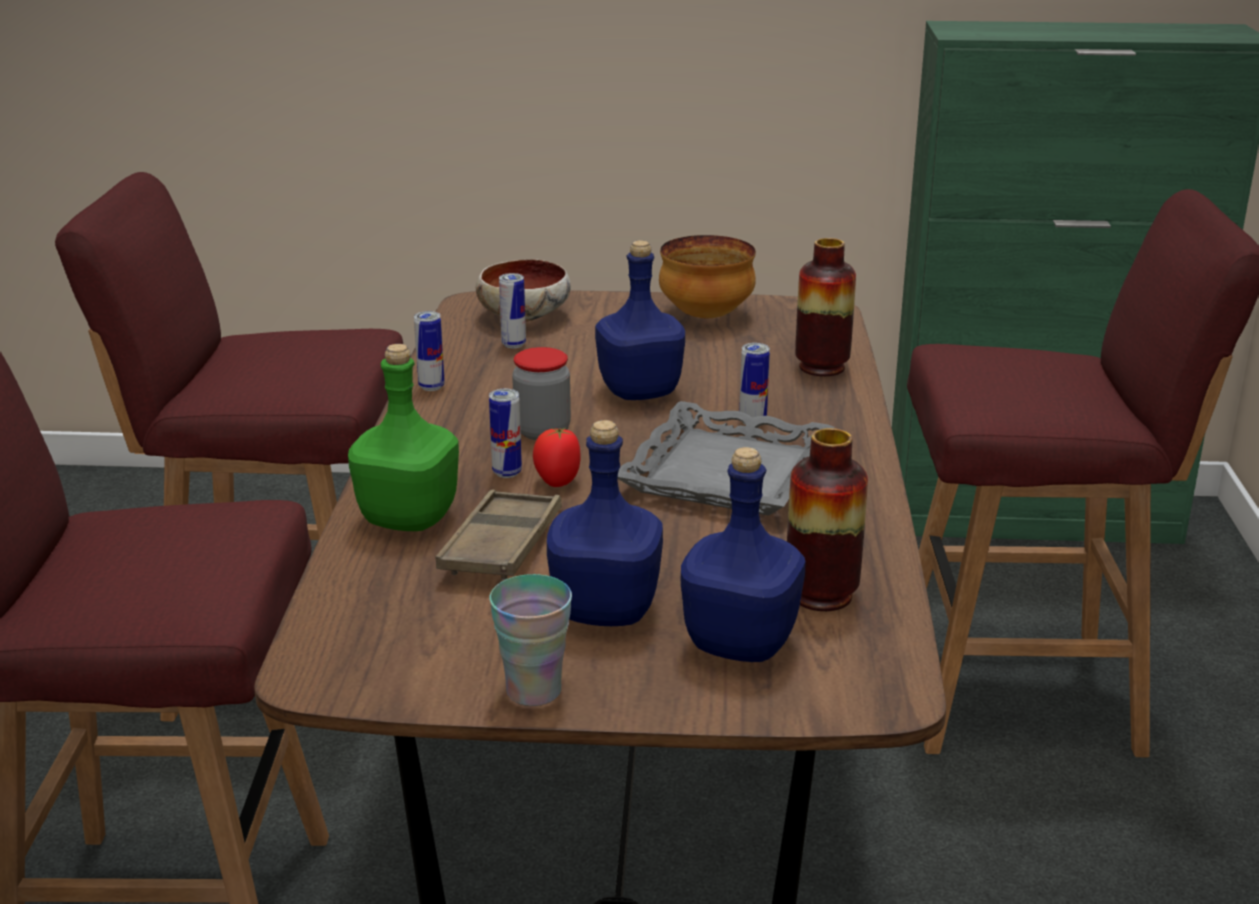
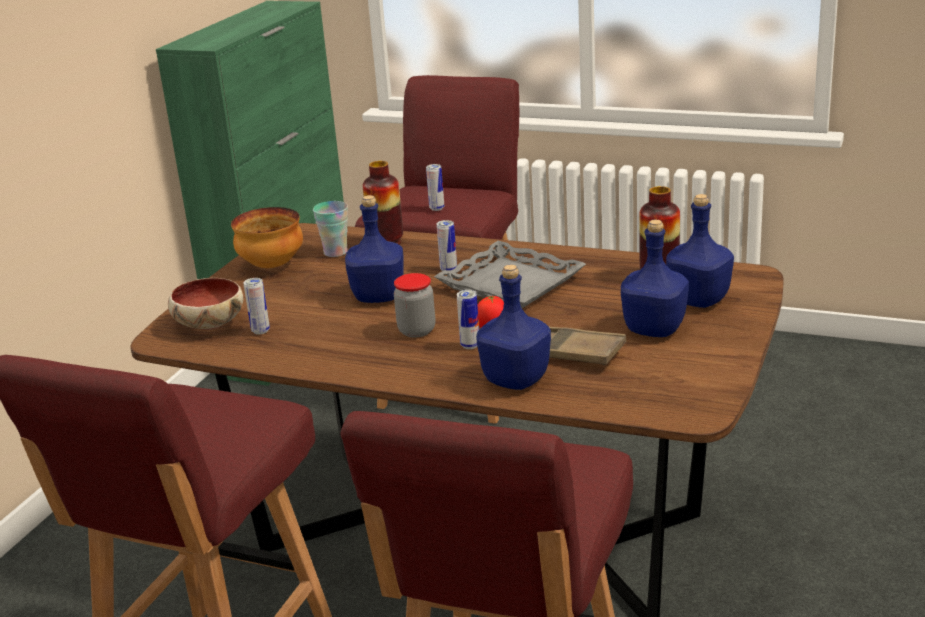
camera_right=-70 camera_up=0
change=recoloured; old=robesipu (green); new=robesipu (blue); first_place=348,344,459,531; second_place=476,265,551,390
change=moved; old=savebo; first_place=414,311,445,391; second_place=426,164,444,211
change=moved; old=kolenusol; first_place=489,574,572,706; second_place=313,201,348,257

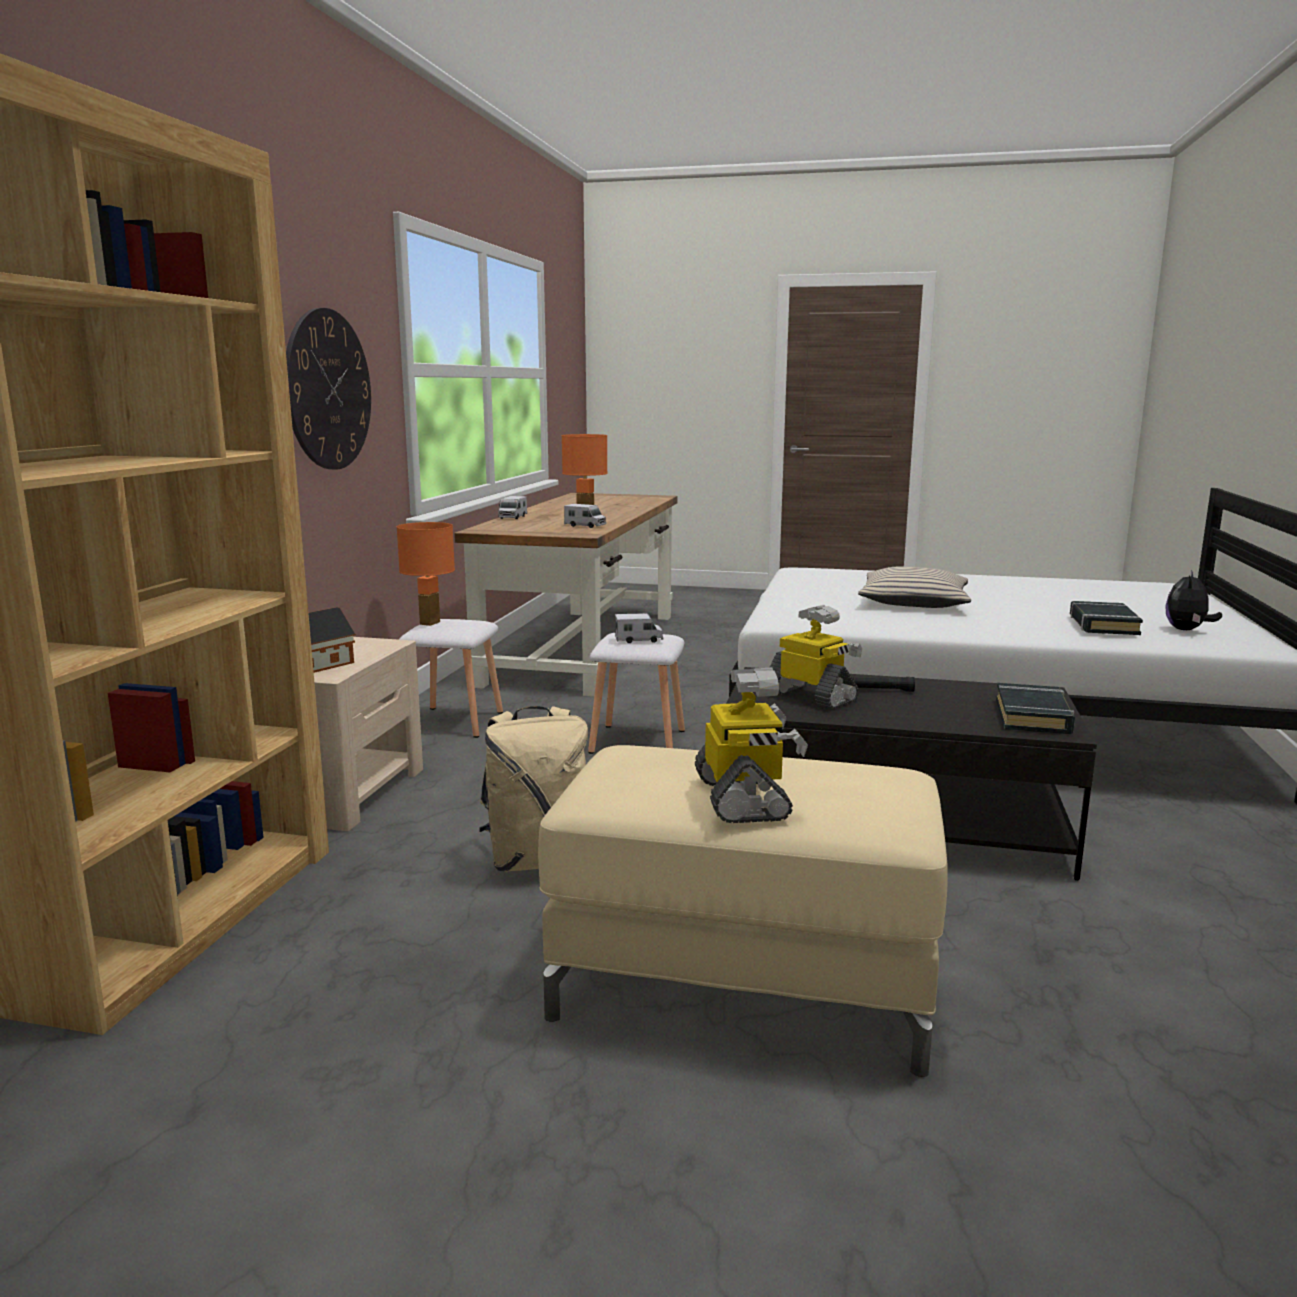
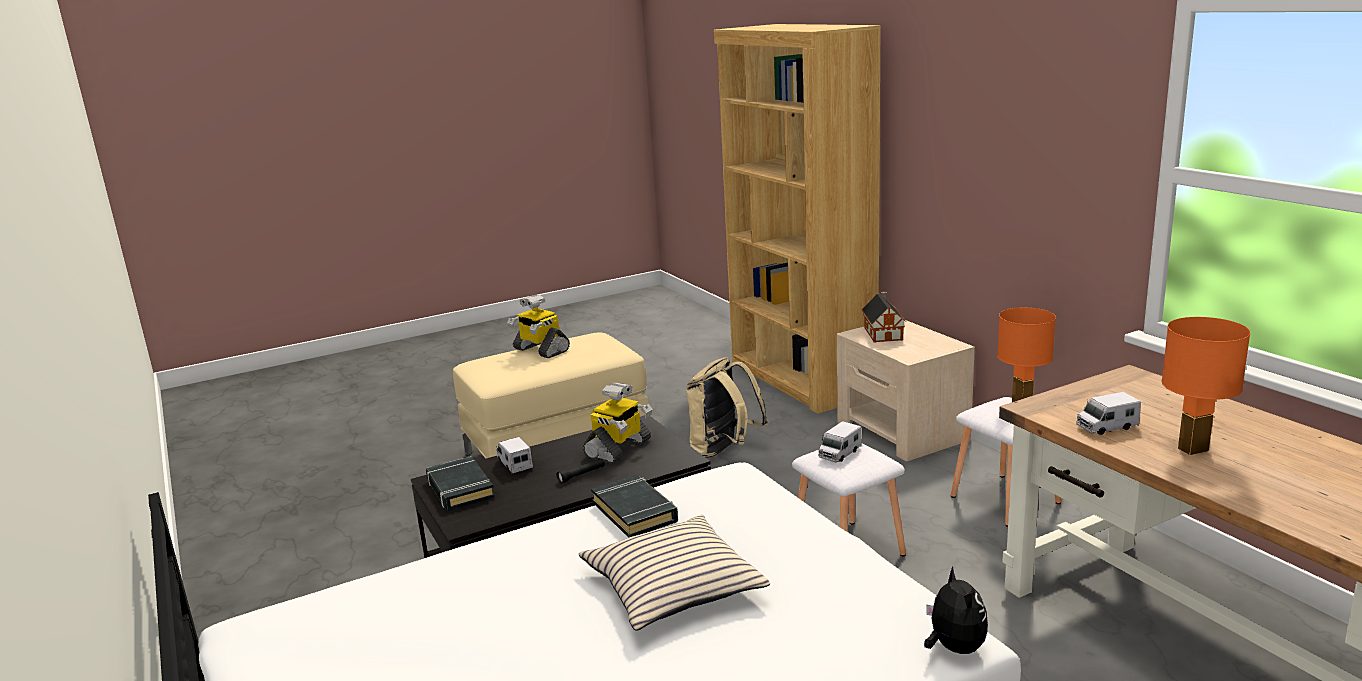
camera_right=140 camera_up=5
change=removed; old=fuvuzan; first_place=286,308,371,470
change=moved; old=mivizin; first_place=498,496,527,519; second_place=496,437,533,473
change=turned; old=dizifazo; first_place=769,605,862,709; second_place=583,382,653,464; degrees=-60
change=moved; old=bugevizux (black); first_place=1070,601,1143,635; second_place=591,475,678,538
change=moved; old=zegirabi; first_place=1165,570,1222,630; second_place=924,567,988,654

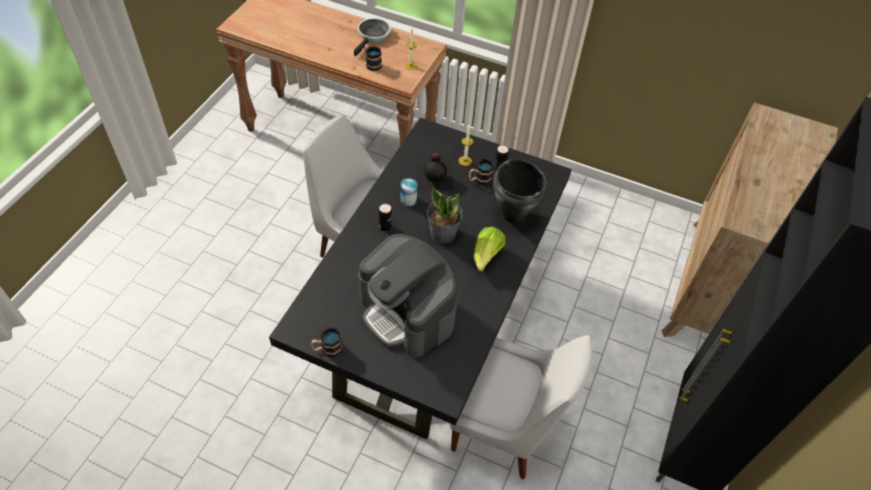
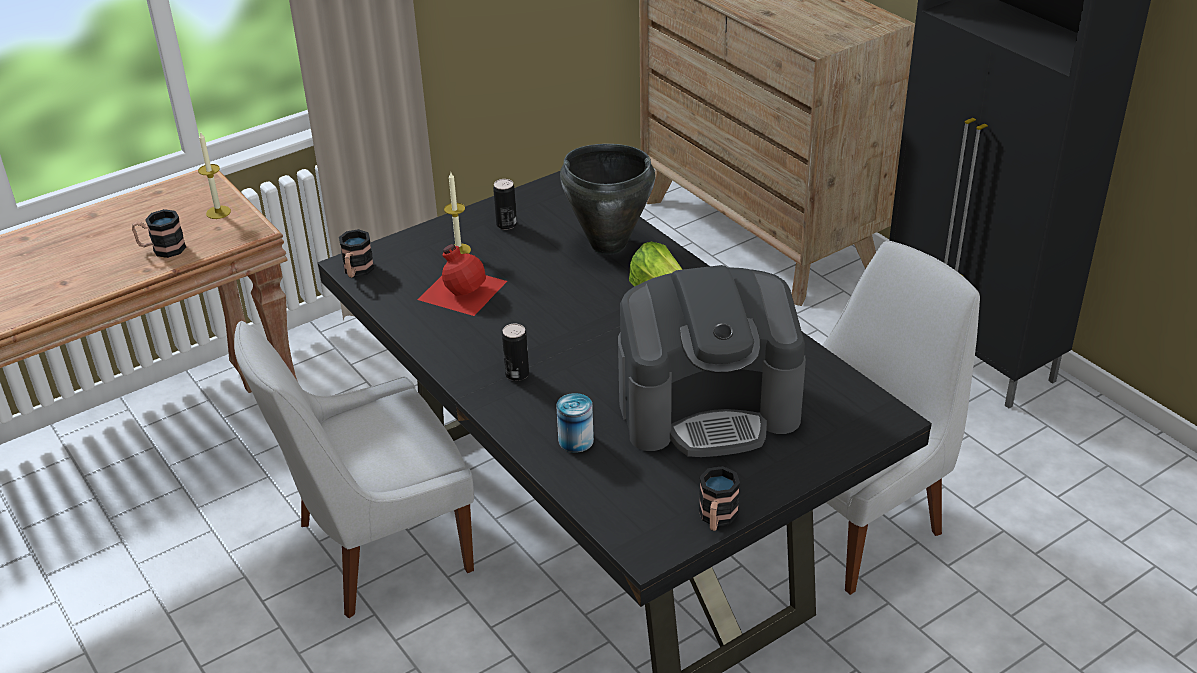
camera_right=-55 camera_up=-15
change=removed; old=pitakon; first_place=354,18,391,57
change=moved; old=savebo; first_place=400,178,418,206; second_place=556,393,594,453
change=recoloured; old=robesipu (black); new=robesipu (red); first_place=416,154,454,191; second_place=418,244,507,316
change=removed; old=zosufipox; first_place=427,185,463,244
change=moved; old=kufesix; first_place=469,159,494,185; second_place=339,229,375,278

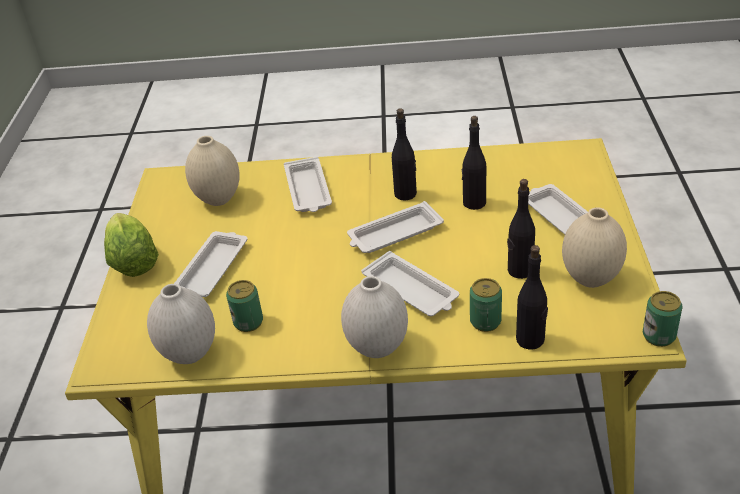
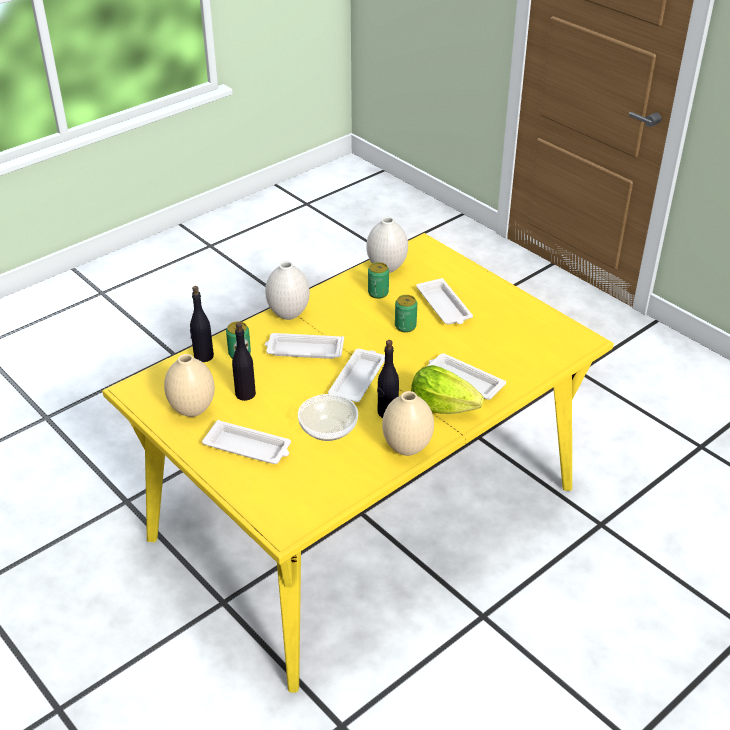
camera_right=135 camera_up=0
change=moved; old=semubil; first_place=104,213,159,277; second_place=411,365,484,414
change=moved; old=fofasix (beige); first_place=185,136,240,206; second_place=382,391,434,456
change=replaced; old=robesipu (black); new=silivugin; first_place=462,116,486,210; second_place=298,394,358,441
change=moved; old=savebo; first_place=643,291,682,347; second_place=395,295,417,333

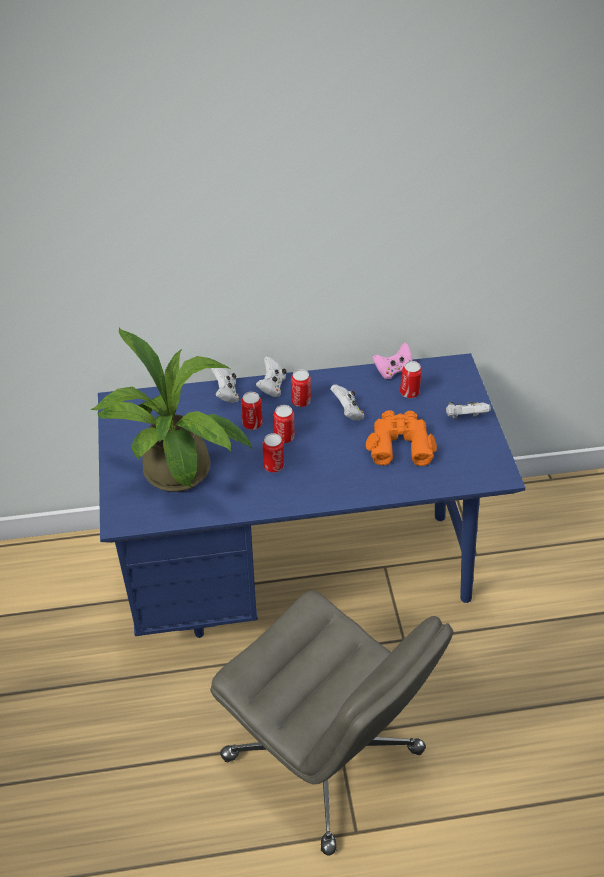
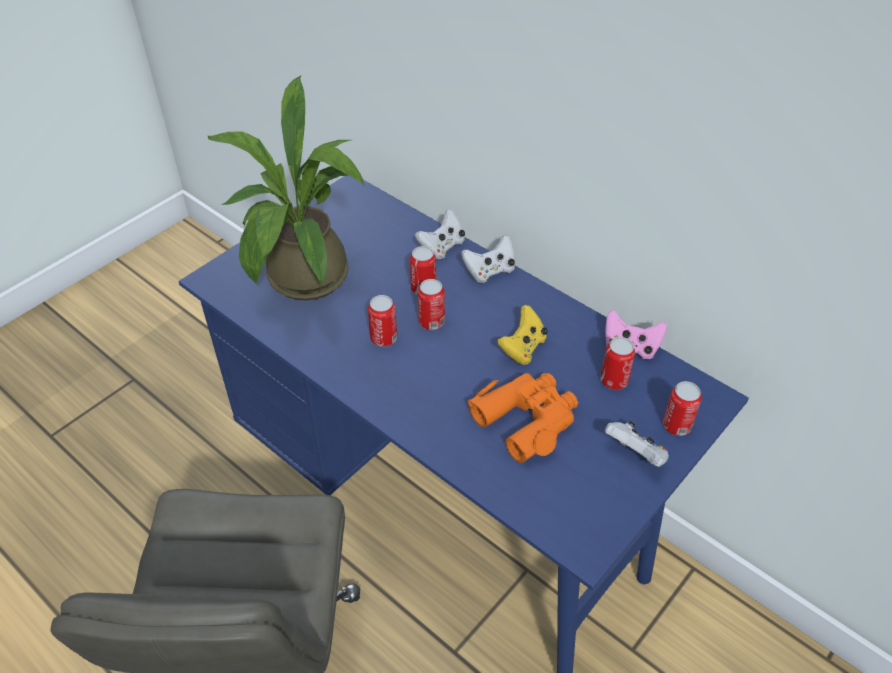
camera_right=50 camera_up=0
change=moved; old=savebo; first_place=291,369,311,407; second_place=663,381,702,436
change=recoloured; old=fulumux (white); new=fulumux (yellow); first_place=331,384,364,421; second_place=497,305,548,365

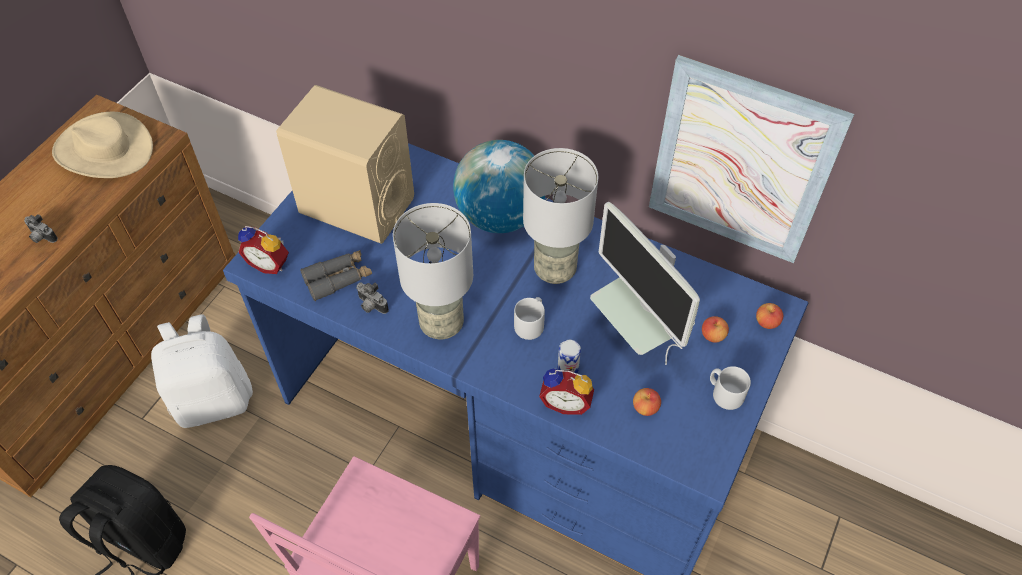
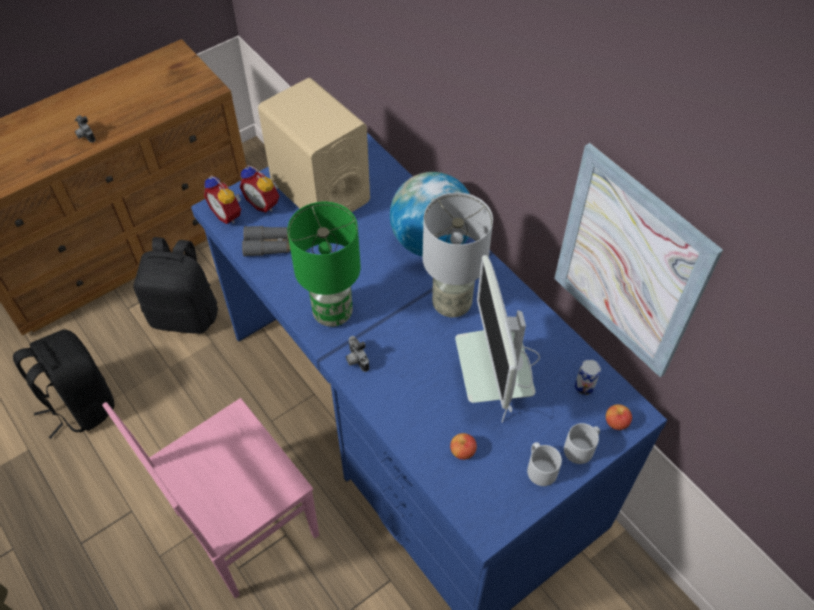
camera_right=25 camera_up=0
change=removed; old=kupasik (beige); first_place=52,112,153,178
change=recoloured; old=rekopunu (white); new=rekopunu (black); first_place=151,315,253,428; second_place=133,237,218,334
change=moved; old=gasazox; first_place=356,283,389,314; second_place=346,336,369,372
change=recoloured; old=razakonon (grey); new=razakonon (green); first_place=393,203,473,339; second_place=287,202,361,327
change=moved; old=kufesix (grey); first_place=514,297,545,340; second_place=564,423,600,464
change=moved; old=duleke; first_place=539,369,594,415; second_place=240,165,280,212
change=moved; old=savebo; first_place=557,340,581,374; second_place=575,360,601,395
change=removed; old=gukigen; first_place=702,316,729,342

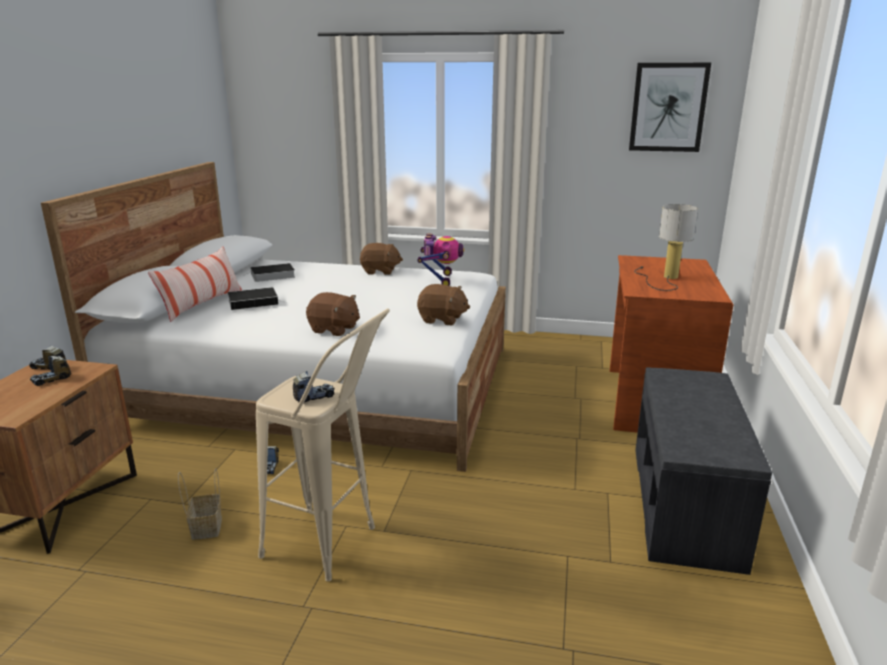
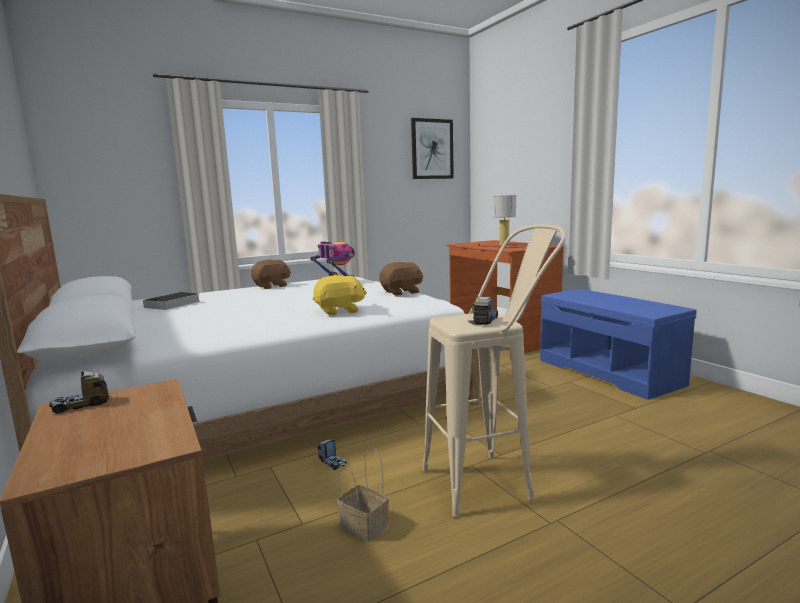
camera_right=-40 camera_up=-10
change=removed; old=mivizin; first_place=30,356,71,386
change=removed; old=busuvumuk; first_place=148,247,242,322
change=removed; old=bugevizux; first_place=228,287,287,310
change=recoloured; old=zegirabi (brown); new=zegirabi (yellow); first_place=306,292,360,336; second_place=313,275,367,315
change=recoloured; old=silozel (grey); new=silozel (blue); first_place=635,367,772,575; second_place=540,289,697,400

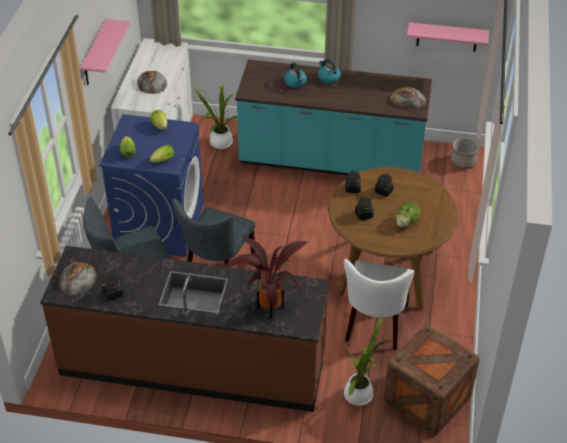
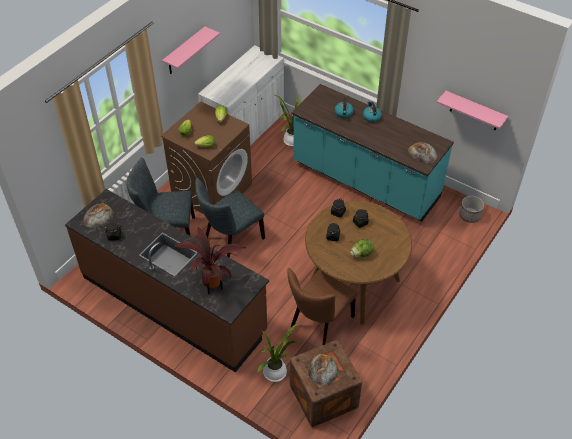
camera_right=25 camera_up=5
change=recoloured; old=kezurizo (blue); new=kezurizo (brown); first_place=99,114,204,257; second_place=161,101,252,214
change=moved; old=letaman; first_place=137,71,167,94; second_place=308,354,338,386
change=recoloured; old=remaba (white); new=remaba (brown); first_place=344,259,414,351; second_place=287,268,357,345

